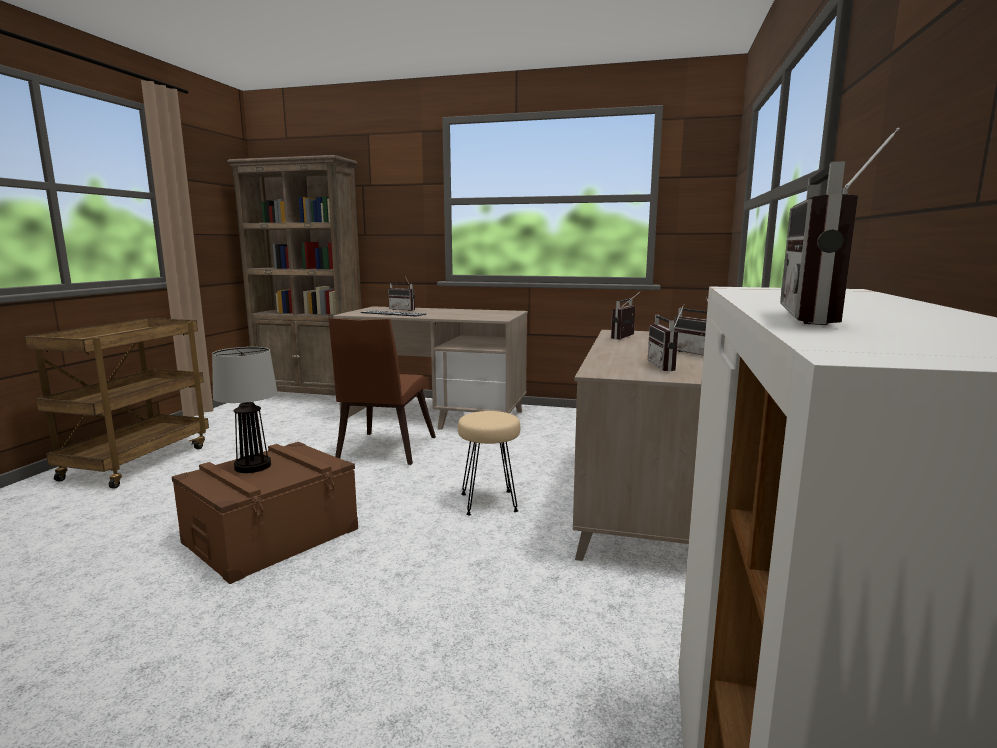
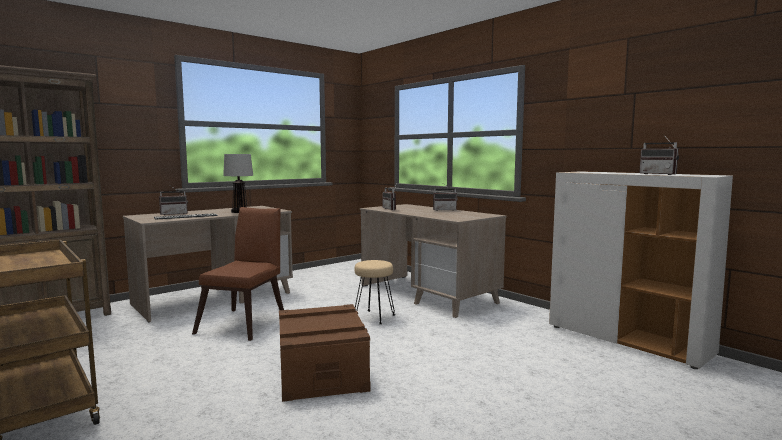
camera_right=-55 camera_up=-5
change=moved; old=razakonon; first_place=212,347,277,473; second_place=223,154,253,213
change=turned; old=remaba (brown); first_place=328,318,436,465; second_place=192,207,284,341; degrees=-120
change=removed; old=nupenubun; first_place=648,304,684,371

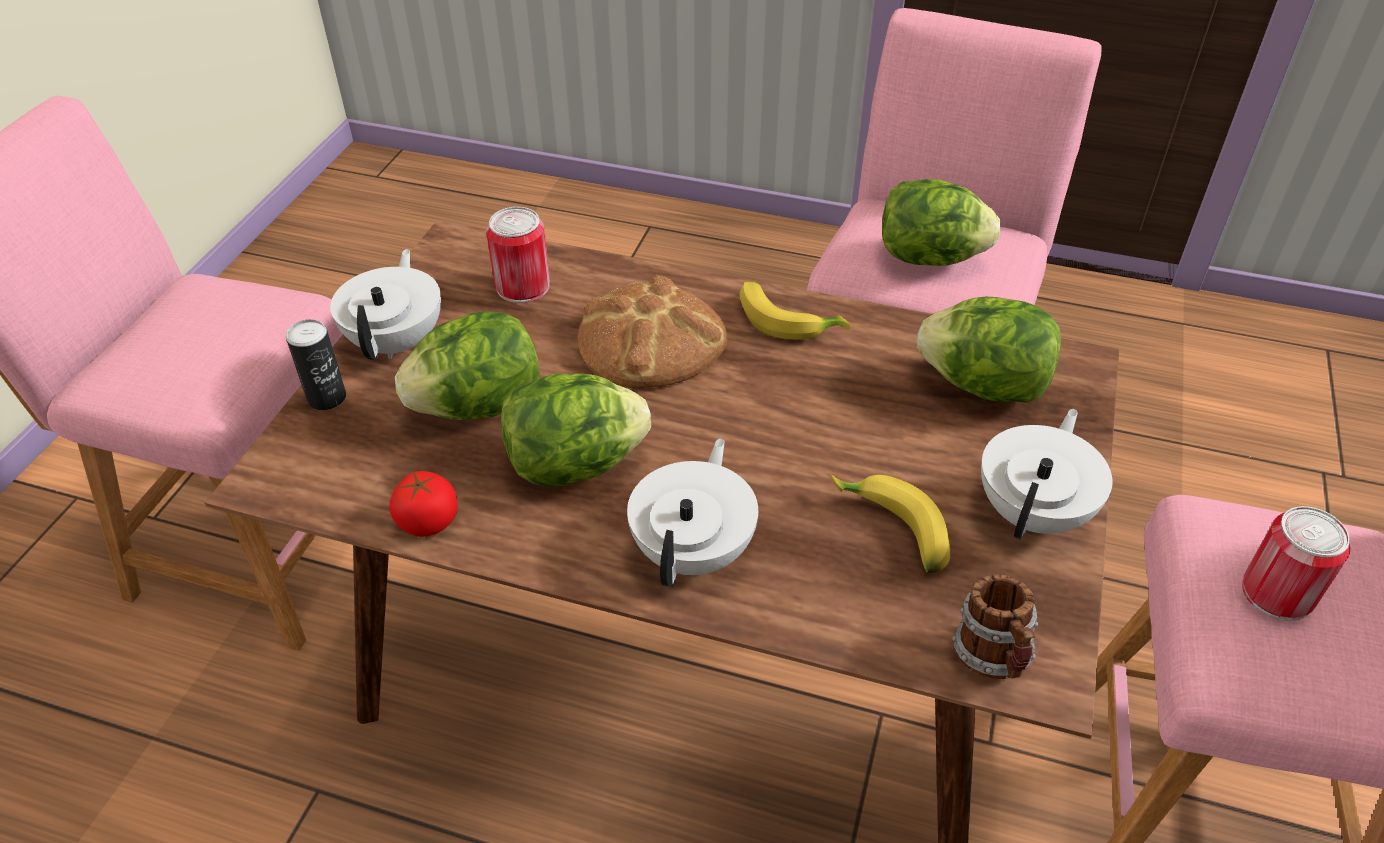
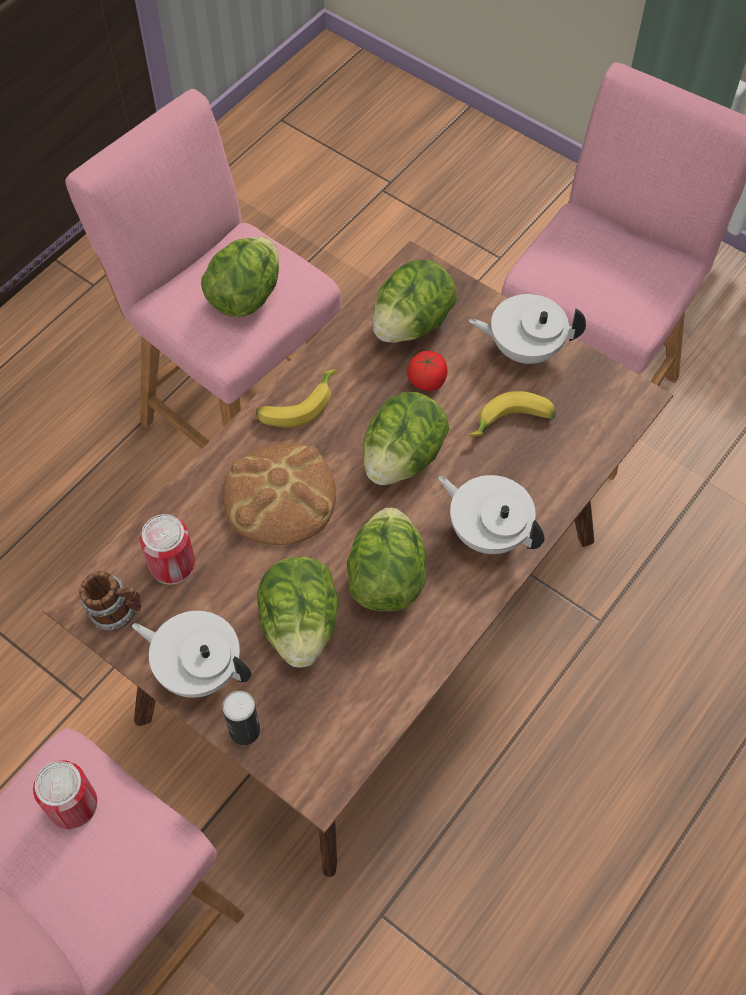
camera_right=-70 camera_up=15
change=moved; old=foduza; first_place=389,471,458,537; second_place=407,351,448,391
change=moved; old=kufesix; first_place=952,574,1038,679; second_place=79,571,141,631
change=turned; old=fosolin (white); first_place=981,409,1112,540; second_place=469,294,586,364; degrees=-45
change=moved; old=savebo; first_place=1242,506,1350,621; second_place=33,760,97,829
change=added; new=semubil; second_place=363,392,449,485

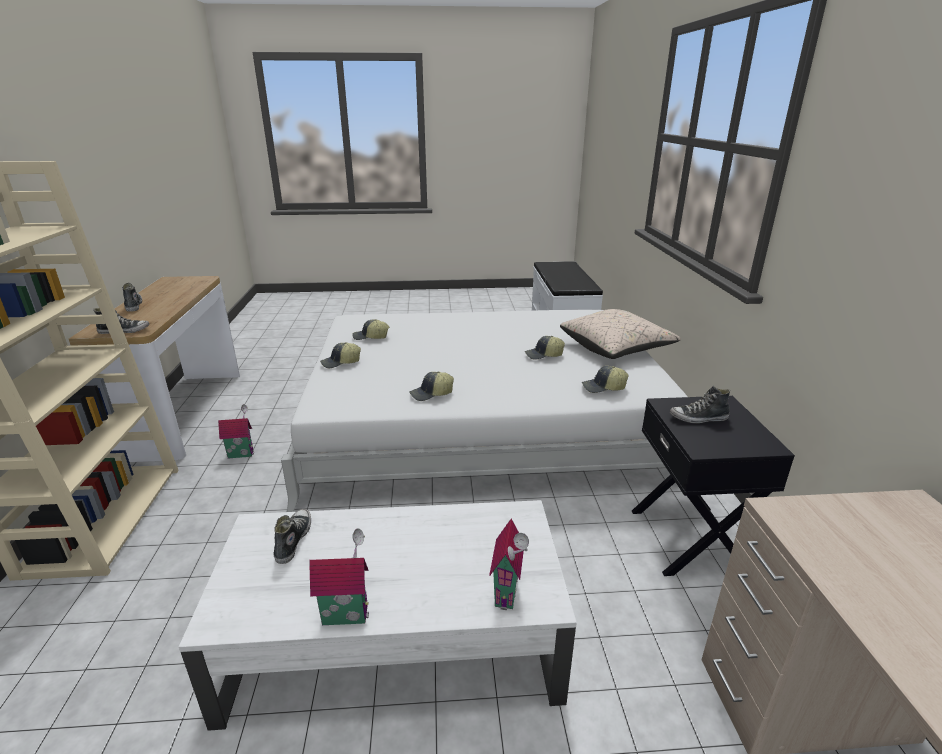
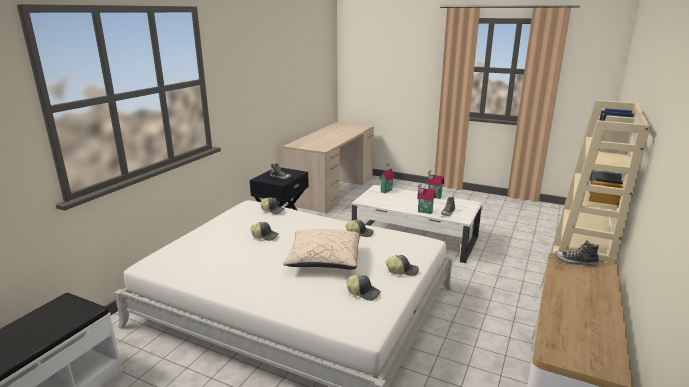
camera_right=-150 camera_up=-5
change=removed; old=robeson; first_place=122,283,142,312
change=moved; old=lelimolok; first_place=218,404,254,458; second_place=417,184,435,214
change=moved; old=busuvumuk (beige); first_place=560,309,681,359; second_place=283,229,360,270

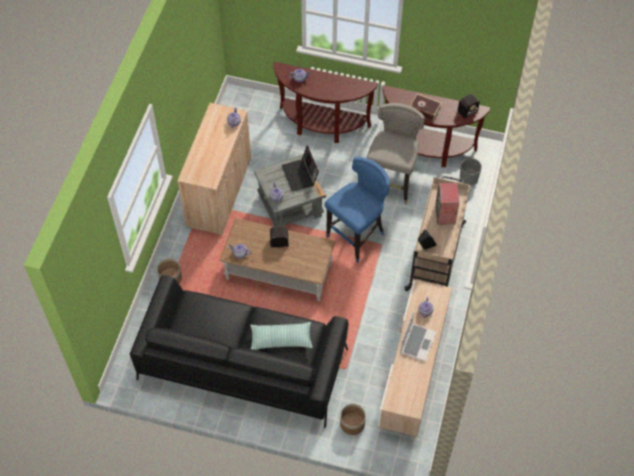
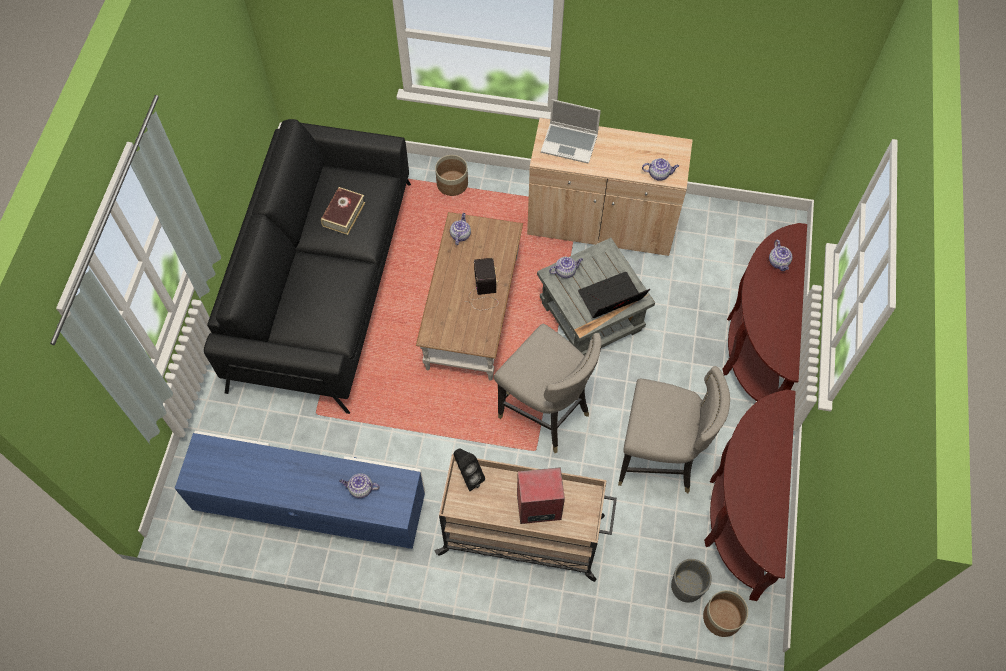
camera_right=85 camera_up=5
change=removed; old=busuvumuk; first_place=250,322,313,350
change=recoloured; old=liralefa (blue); new=liralefa (grey); first_place=324,157,390,263; second_place=494,323,601,453
change=moved; old=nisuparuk; first_place=340,404,366,435; second_place=703,590,748,637
change=recoloured; old=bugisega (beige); new=bugisega (blue); first_place=378,279,452,438; second_place=175,431,425,549
change=moved; old=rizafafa; first_place=400,311,436,362; second_place=541,99,601,164
change=moved; old=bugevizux; first_place=410,94,442,121; second_place=321,187,366,235
change=removed; old=nupenubun; first_place=448,94,480,123

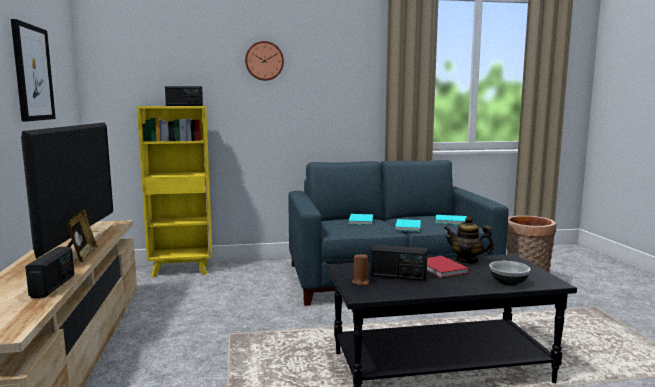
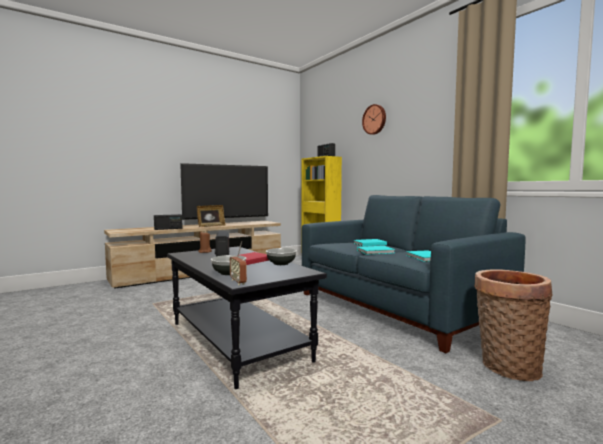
camera_right=65 camera_up=-5
change=removed; old=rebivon; first_place=11,19,56,122
change=replaced; old=fosolin; new=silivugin; first_place=444,216,494,264; second_place=266,248,297,265
change=added; new=nupenubun; second_place=230,241,247,285

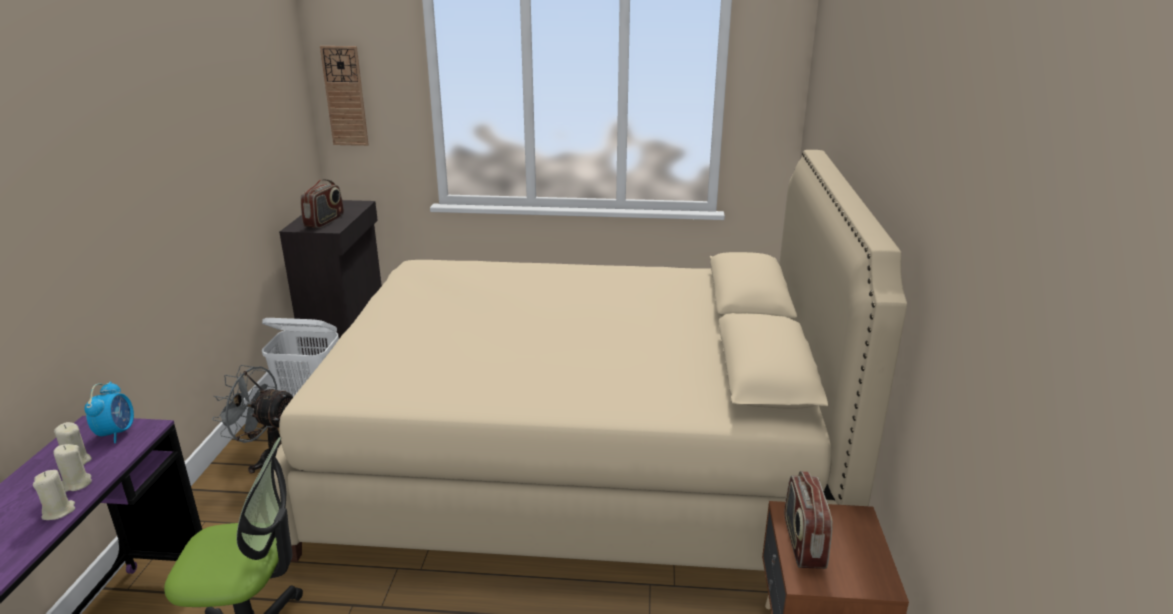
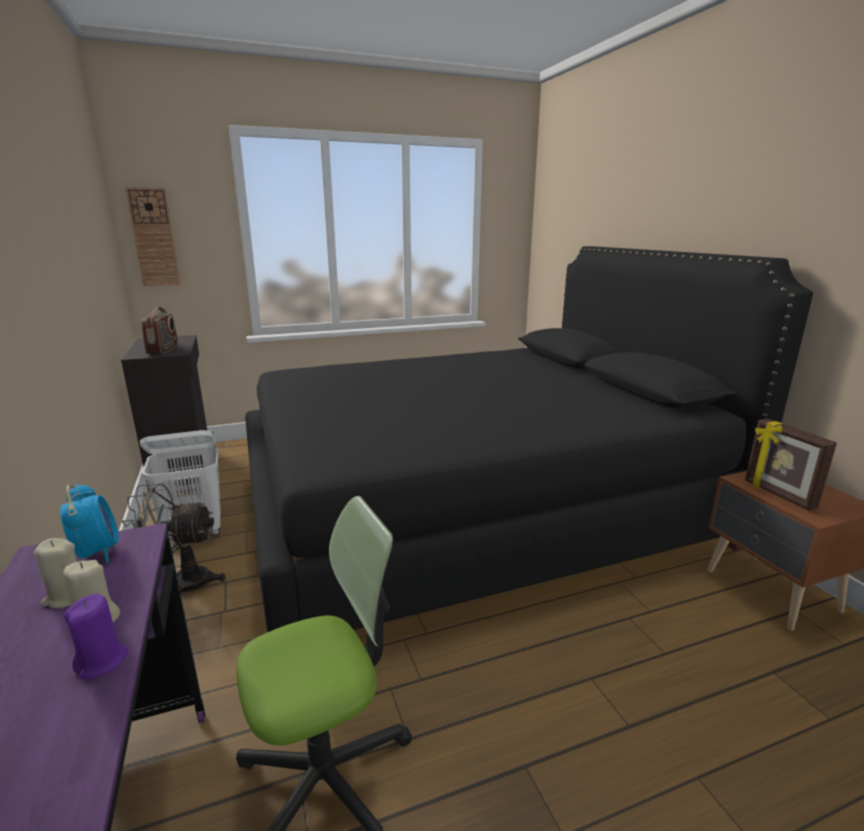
camera_right=-25 camera_up=-5
change=recoloured; old=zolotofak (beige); new=zolotofak (purple); first_place=33,470,75,520; second_place=64,594,128,680
change=recoloured; old=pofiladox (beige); new=pofiladox (black); first_place=274,150,907,571; second_place=245,246,813,632
change=replaced; old=nupenubun; new=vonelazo; first_place=785,471,833,569; second_place=745,418,837,511

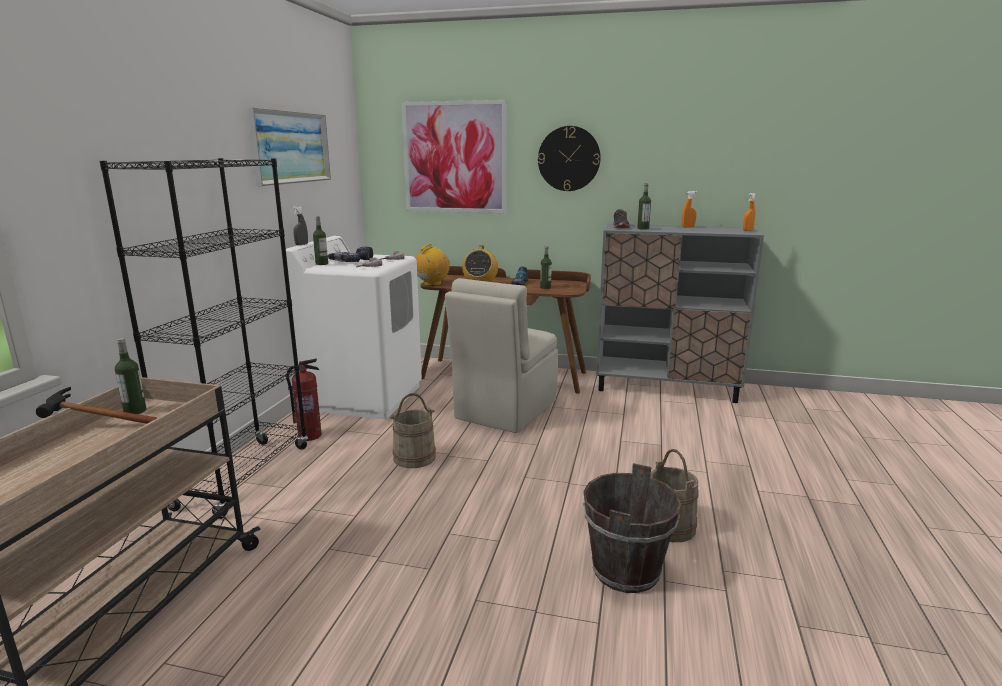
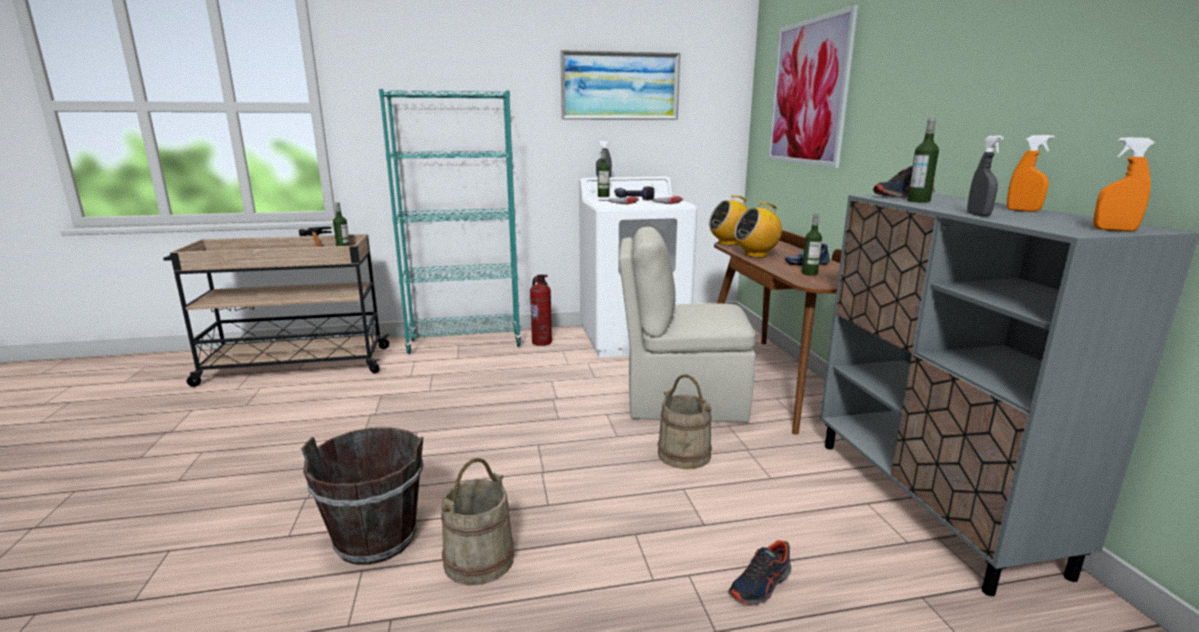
camera_right=65 camera_up=0
change=recoloured; old=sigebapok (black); new=sigebapok (turquoise); first_place=100,158,308,519; second_place=379,89,522,354
change=moved; old=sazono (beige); first_place=390,393,436,468; second_place=658,374,712,469
change=turned; old=nupenubun; first_place=416,244,450,286; second_place=709,195,748,245; degrees=150
change=removed; old=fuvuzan; first_place=538,126,601,191
change=added; new=robeson; second_place=728,540,791,605
change=added; new=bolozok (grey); second_place=967,136,1004,216

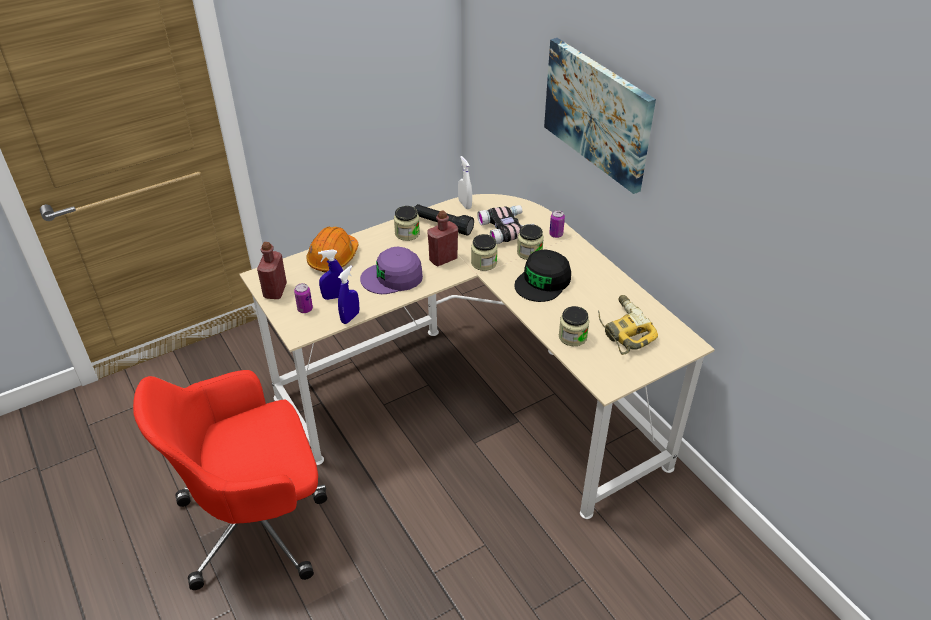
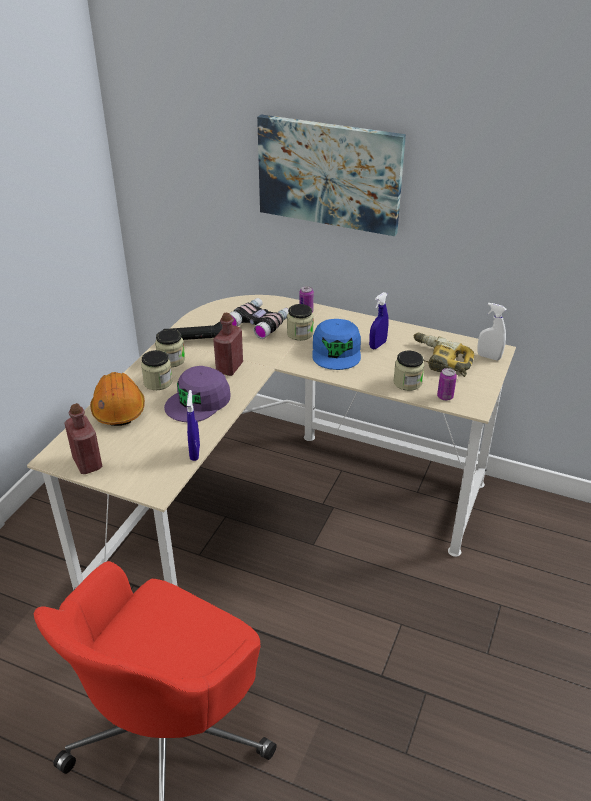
camera_right=-35 camera_up=-5
change=moved; old=savebo; first_place=294,283,313,313; second_place=437,368,457,401
change=moved; old=bolozok (blue); first_place=318,249,343,300; second_place=369,292,389,349
change=moved; old=bolozok (white); first_place=458,156,472,209; second_place=477,303,507,360
change=moved; old=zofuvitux; first_place=471,234,498,271; second_place=141,350,172,390
change=recoloured; old=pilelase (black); new=pilelase (blue); first_place=514,249,571,302; second_place=312,319,361,370

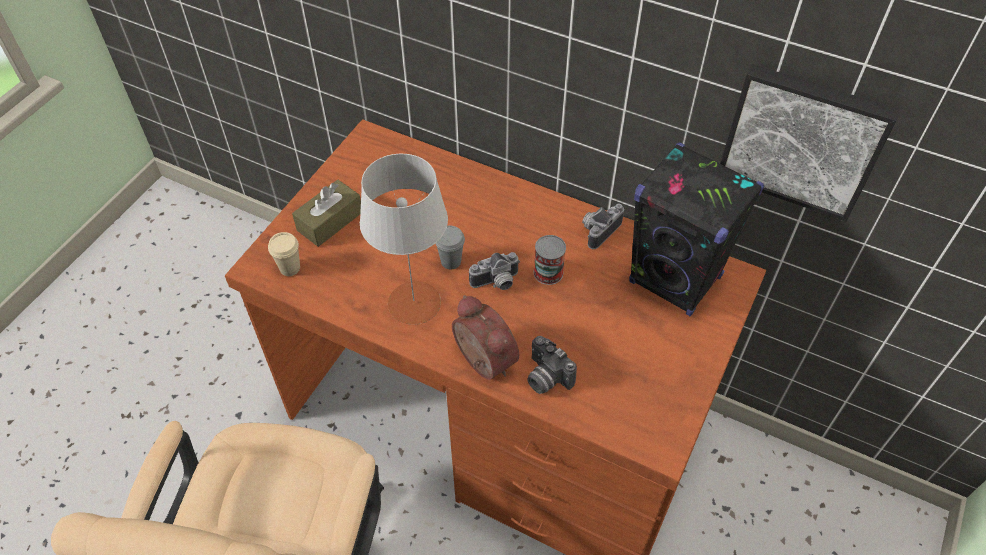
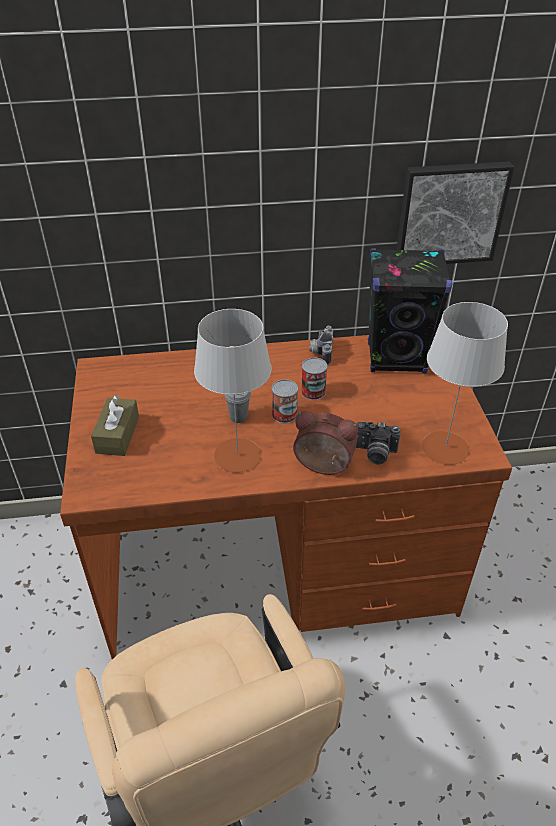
camera_right=-35 camera_up=-10
change=removed; old=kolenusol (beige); first_place=268,232,300,276
change=replaced; old=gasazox; new=savebo; first_place=469,252,521,290; second_place=272,379,298,424
change=added; new=razakonon (grey); second_place=422,302,508,465

